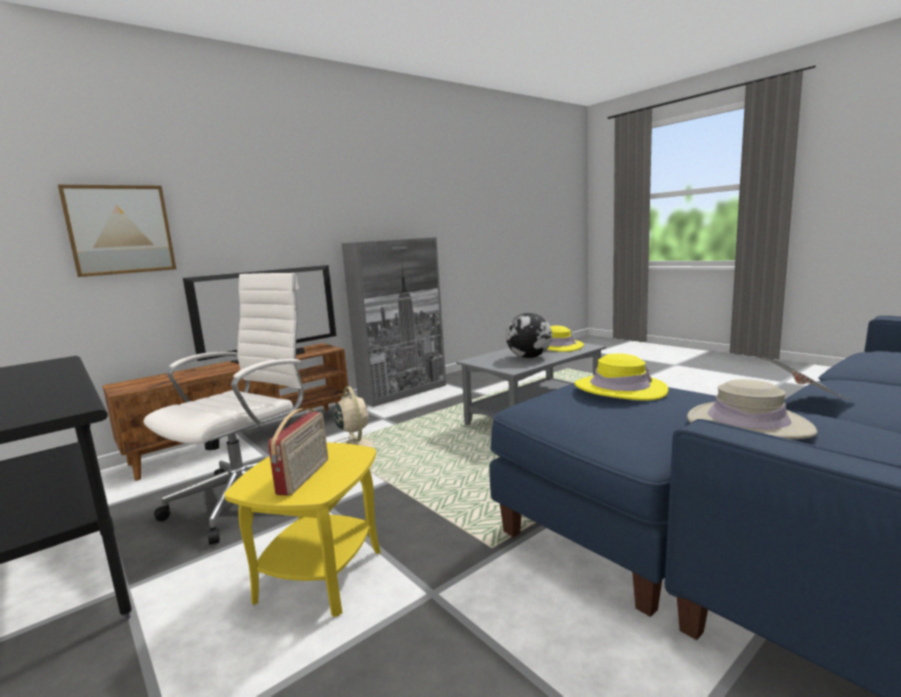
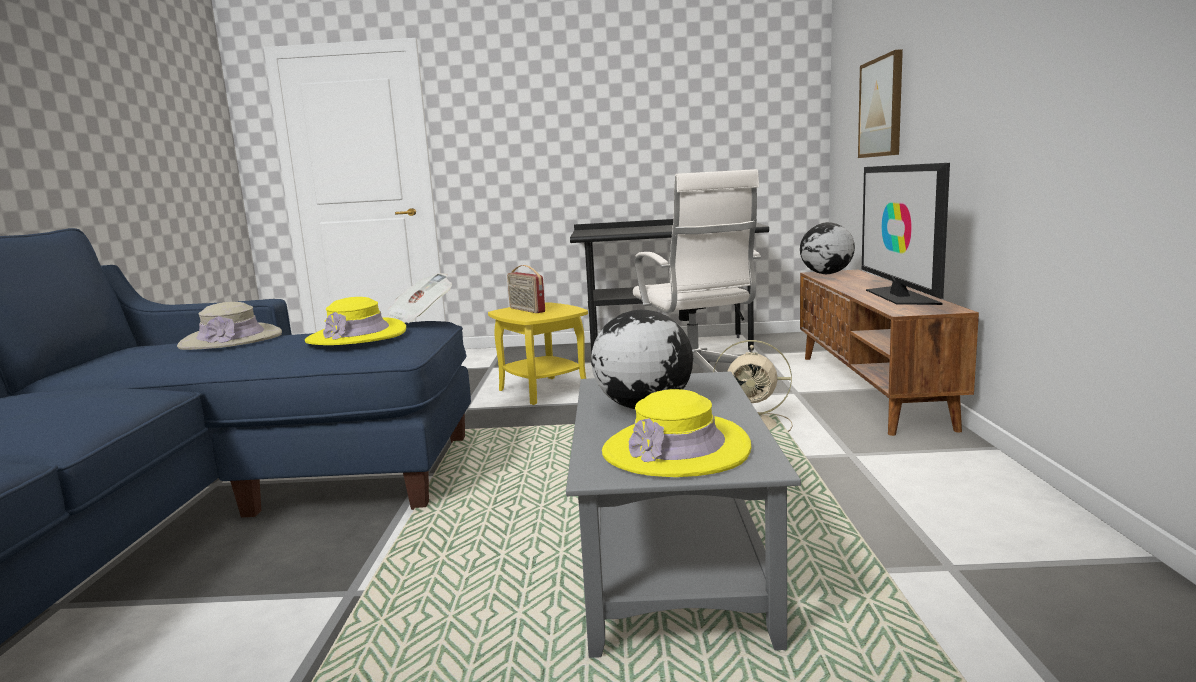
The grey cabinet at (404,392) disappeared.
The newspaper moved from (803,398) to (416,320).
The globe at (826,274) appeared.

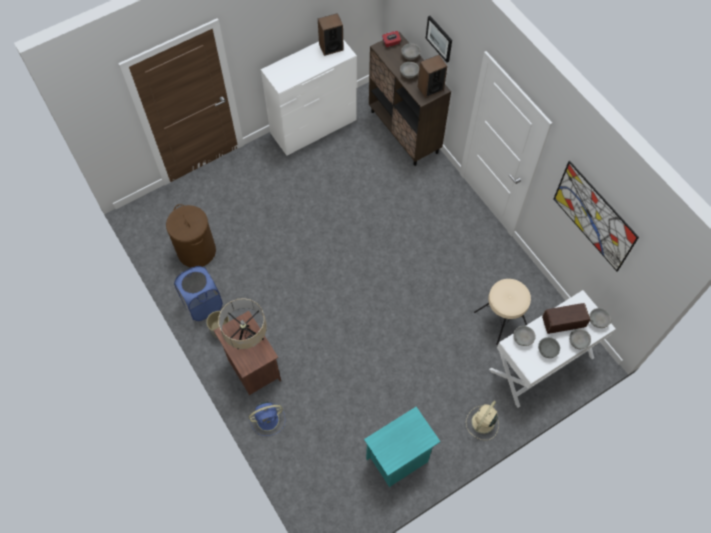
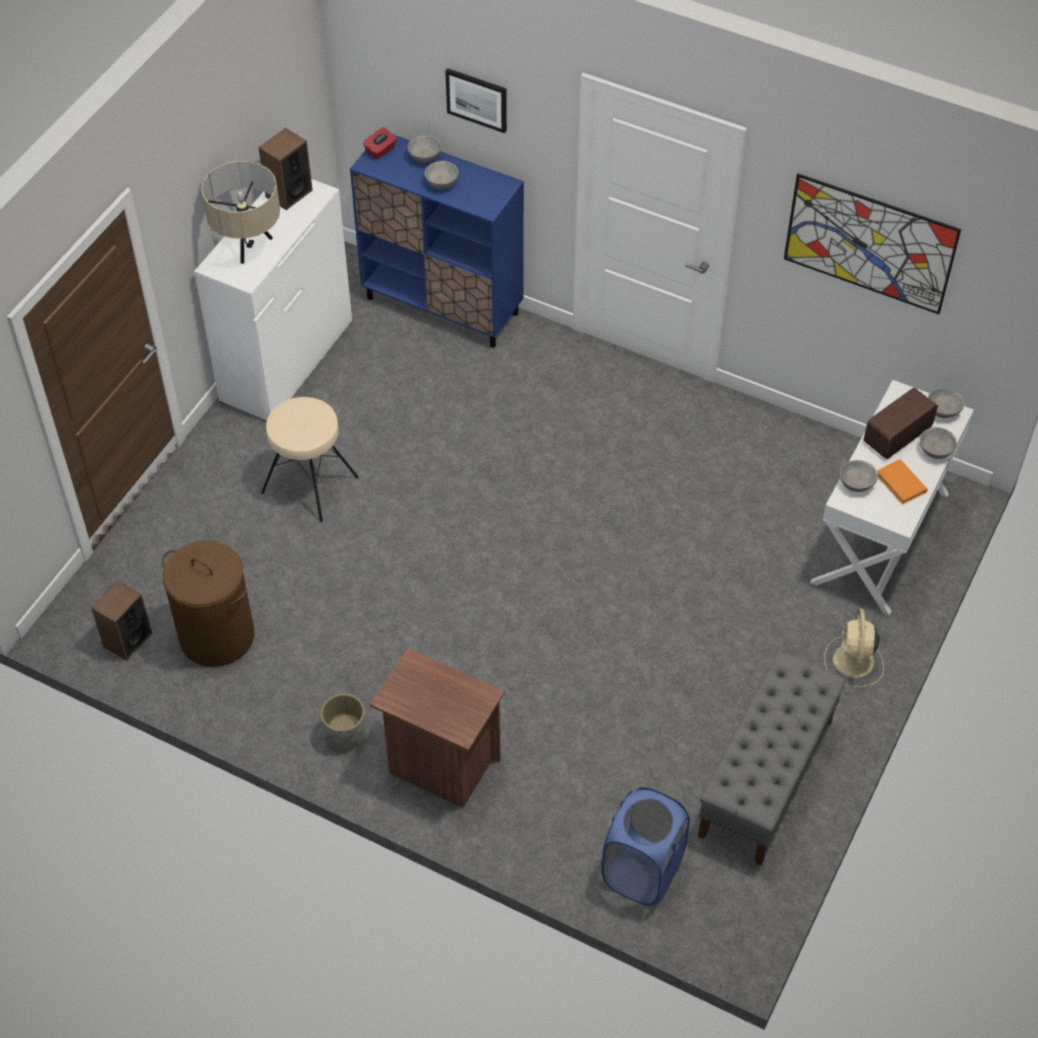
The brownish cabinet at (404,132) became the blue cabinet at (443,306).
The loudspeaker moved from (430,88) to (127,640).
The blue hamper moved from (203,304) to (642,871).
The sand-coloured stool moved from (501,319) to (310,484).
The sand-coloured lamp for a table moved from (247,339) to (248,248).
The grey bowl at (546,351) was replaced by the orange-coloured book at (901,483).
The blue electric fan at (268,419) disappeared.
The turquoise-coloured nightstand at (398,460) was replaced by the grey indoor bench at (766,778).

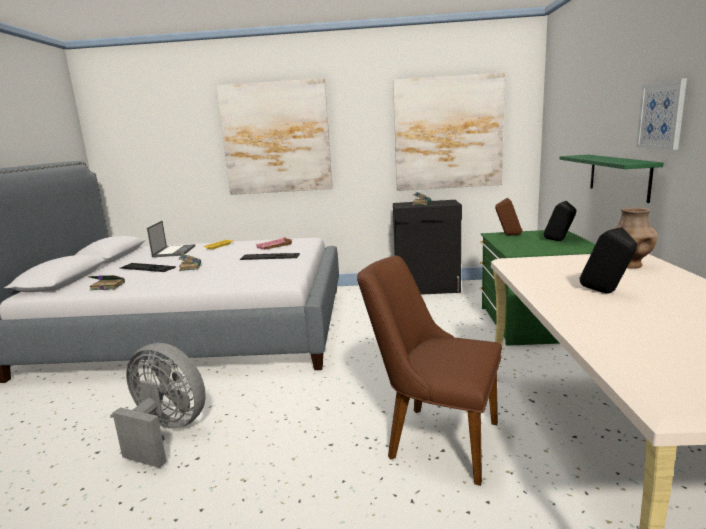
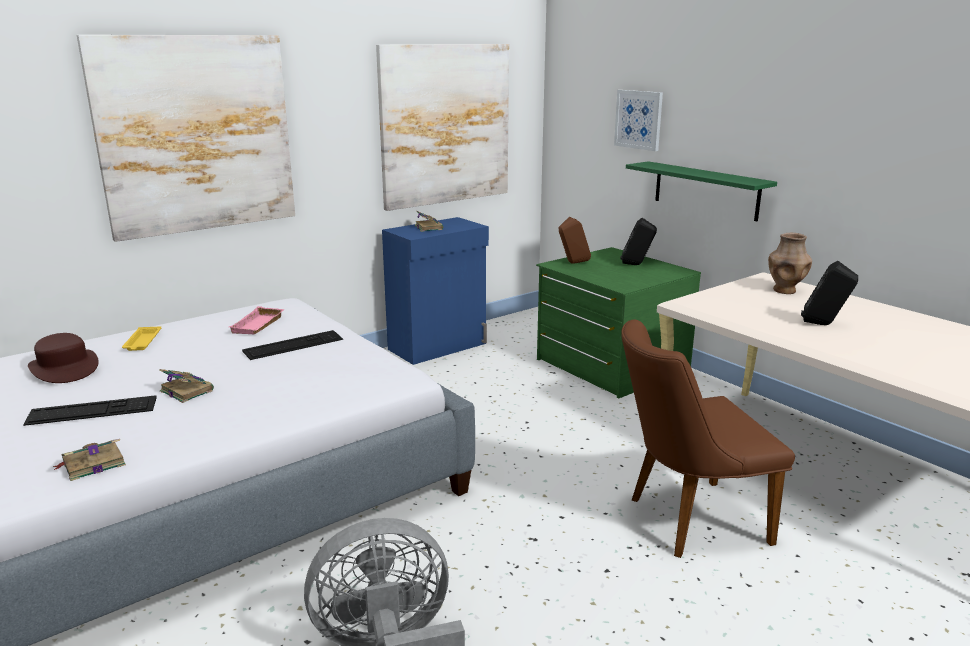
The wall picture moved from (662,115) to (638,119).
The blackish cabinet at (427,289) became the blue cabinet at (439,347).
The laptop at (174,251) was replaced by the brownish hat at (64,368).

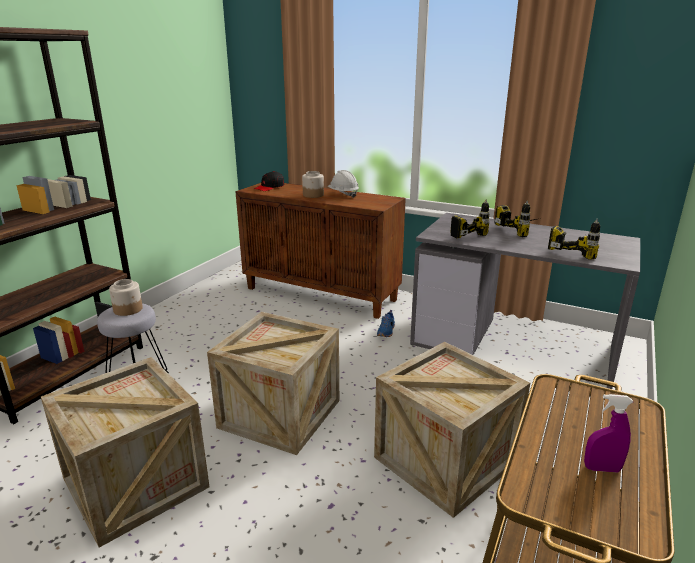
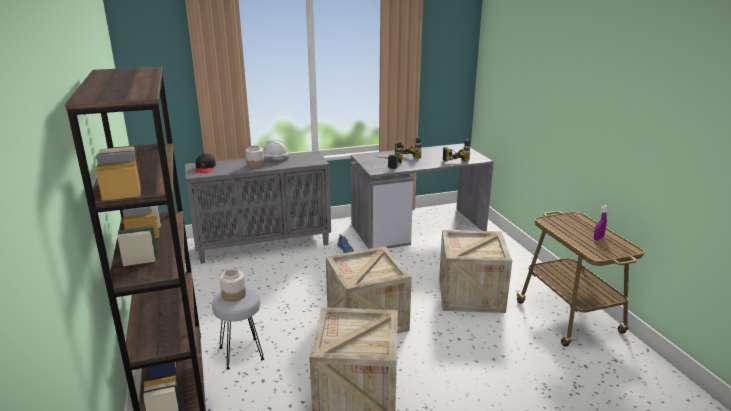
The brownish cabinet at (322,294) became the grey cabinet at (264,245).

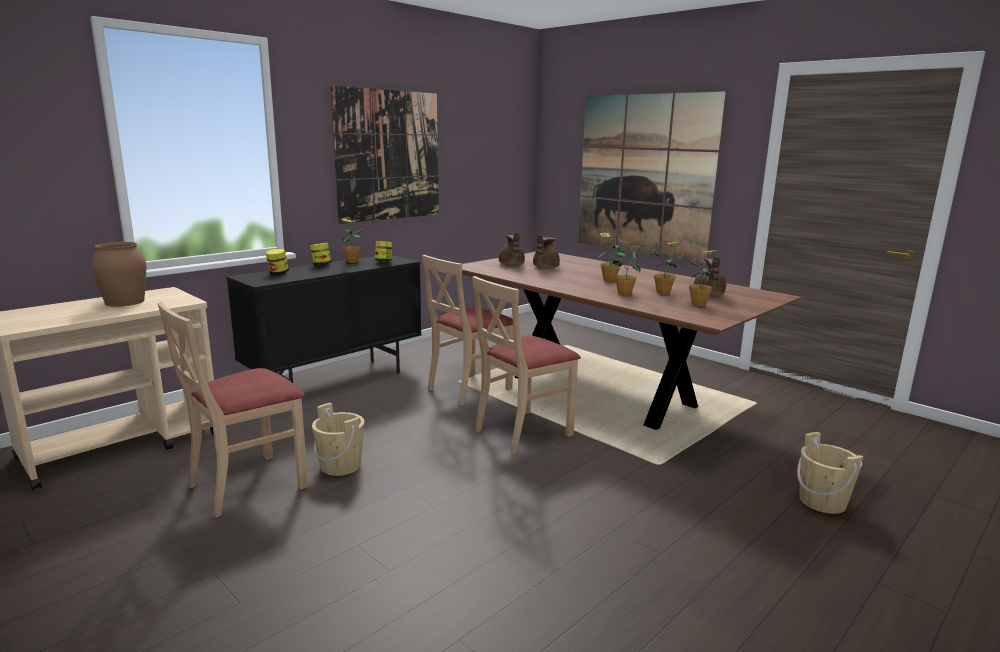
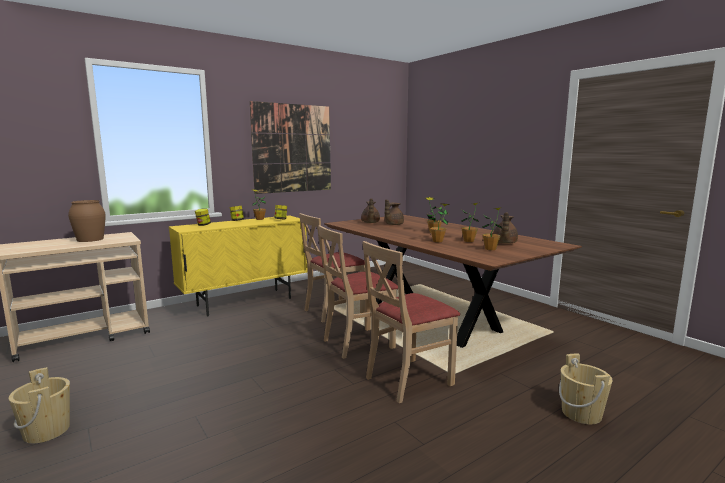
The wall picture at (644,175) disappeared.
The blackish cabinet at (336,381) became the yellow cabinet at (245,302).
The sand-coloured upright chair moved from (247,484) to (408,380).
The sand-coloured bucket moved from (340,465) to (46,431).

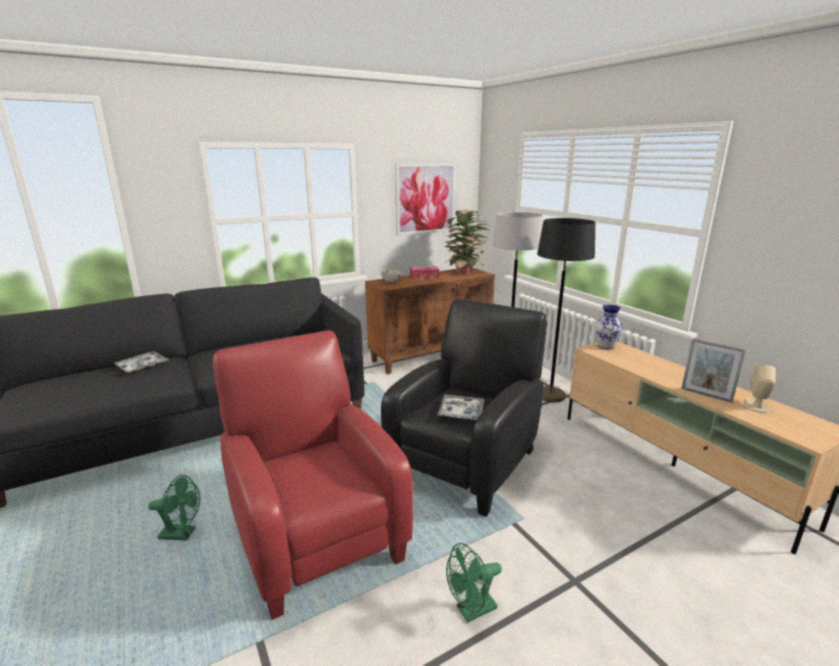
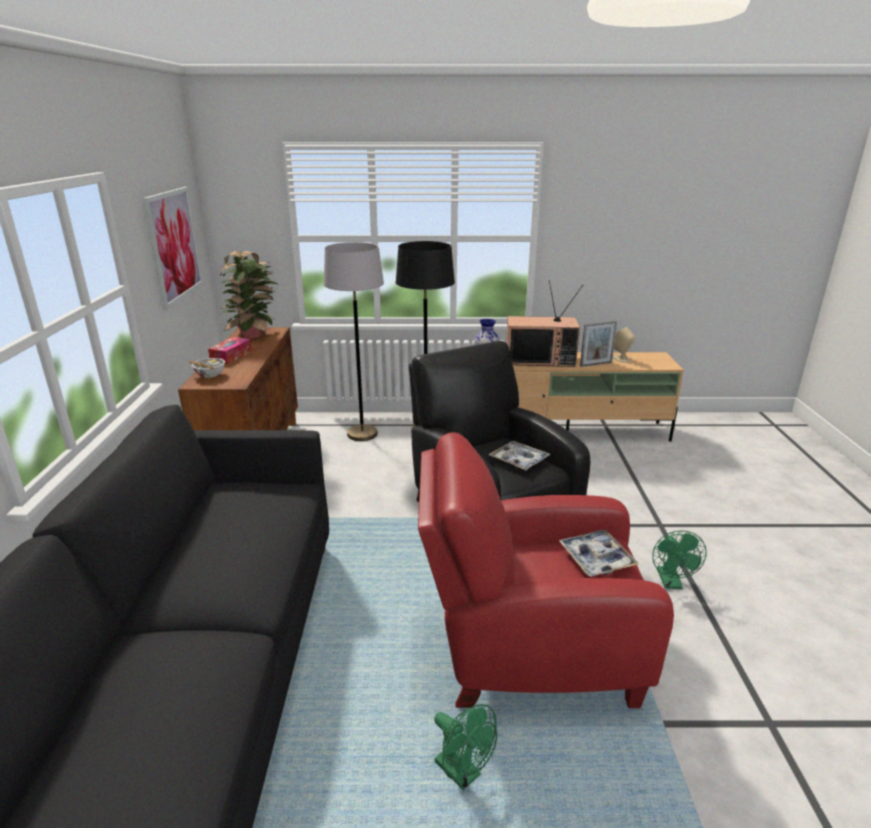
The serving tray moved from (142,366) to (596,558).
The green-coloured electric fan at (182,534) turned 105 degrees clockwise.
The television at (540,359) appeared.

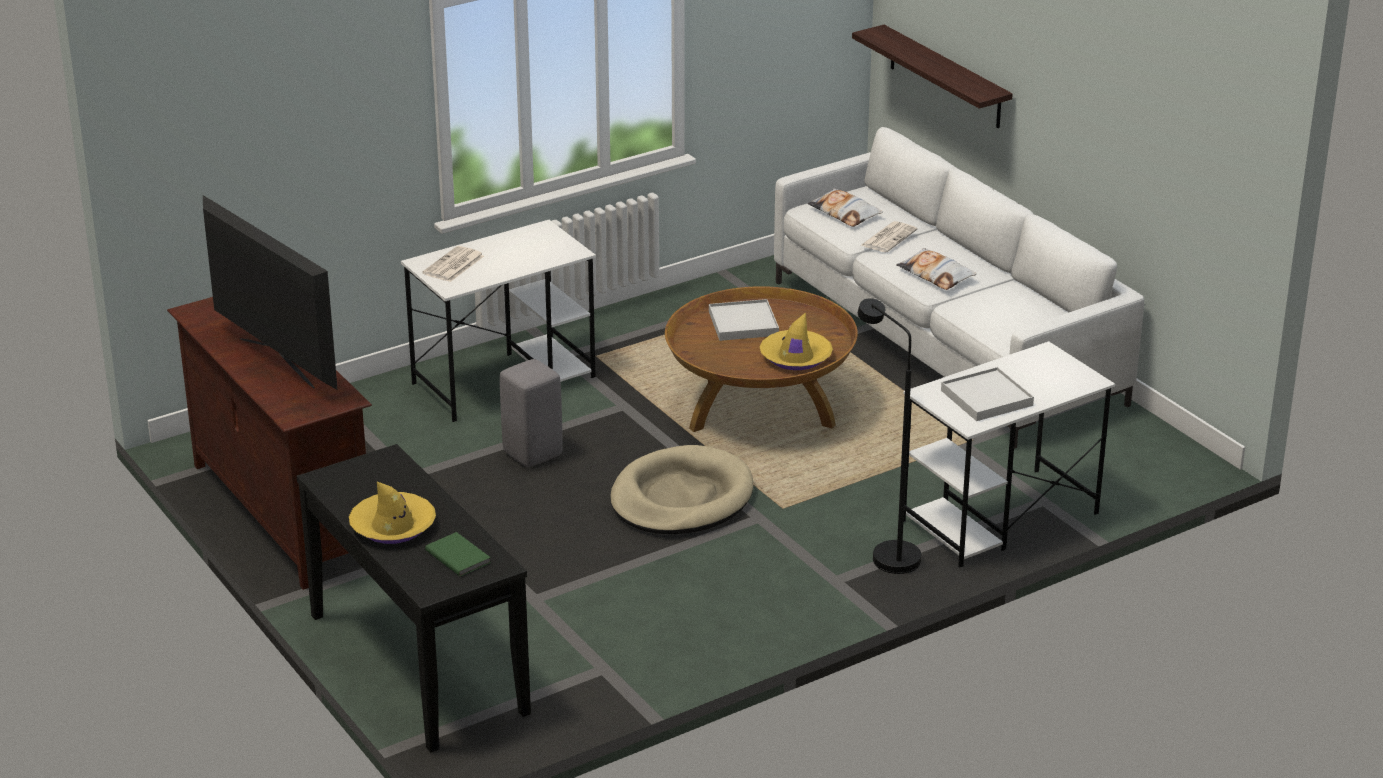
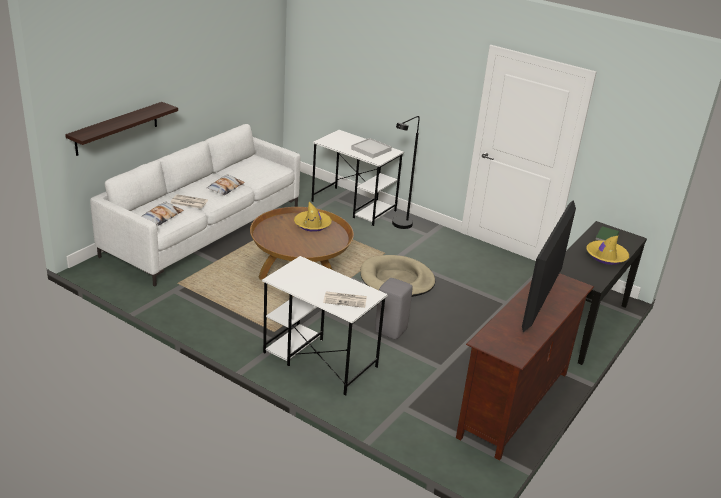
The white serving tray at (743,324) disappeared.

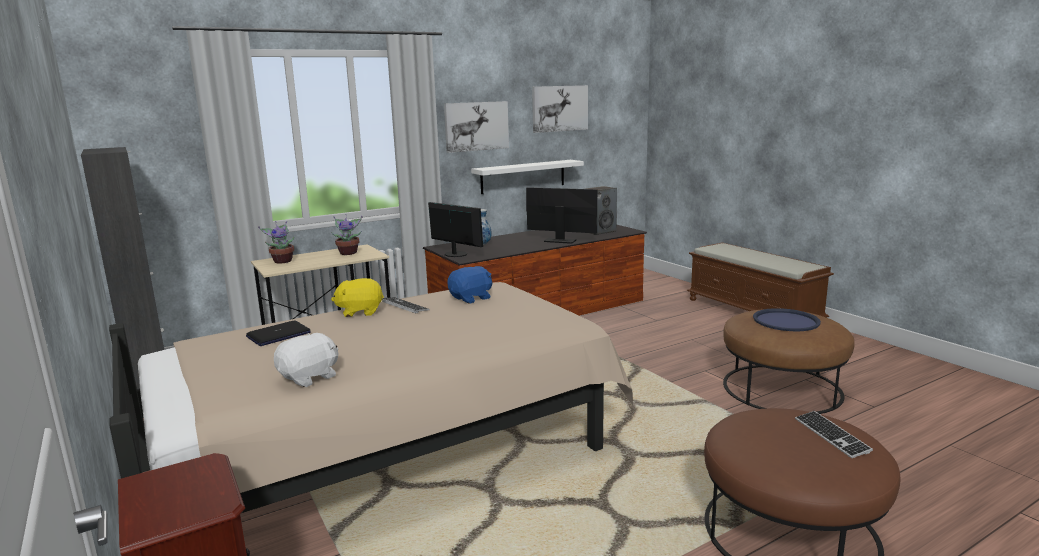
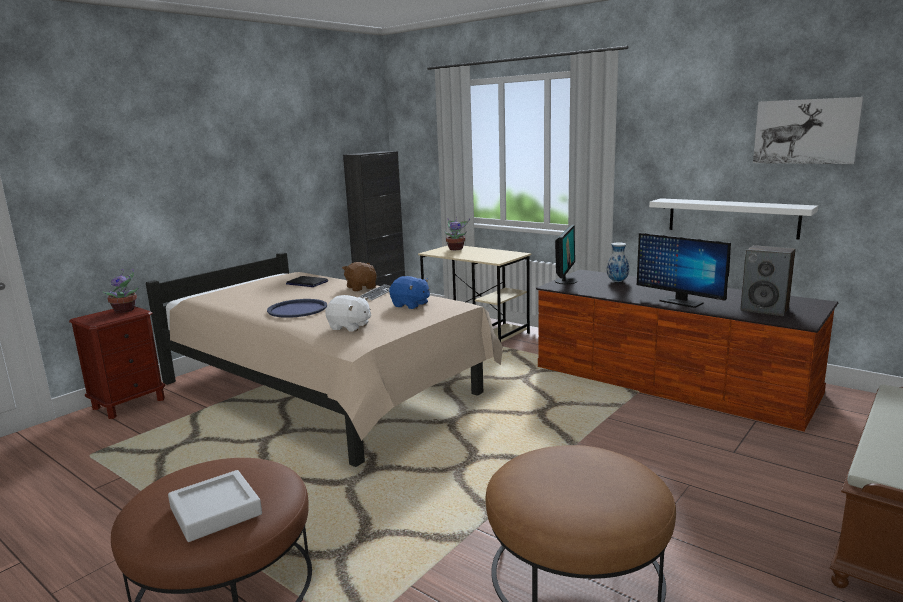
The wall picture at (476,126) disappeared.
The computer screen at (560,241) turned 135 degrees clockwise.
The houseplant moved from (349,253) to (126,310).
The yellow soft toy at (360,312) became the brownish soft toy at (361,288).
The blue serving tray moved from (786,321) to (297,309).
The white soft toy moved from (310,377) to (349,327).
The computer keyboard at (831,435) was replaced by the grey serving tray at (215,511).

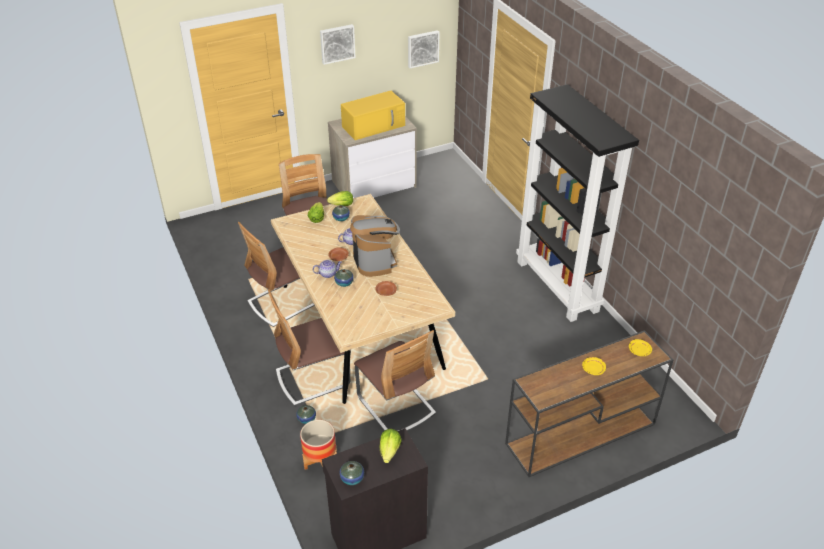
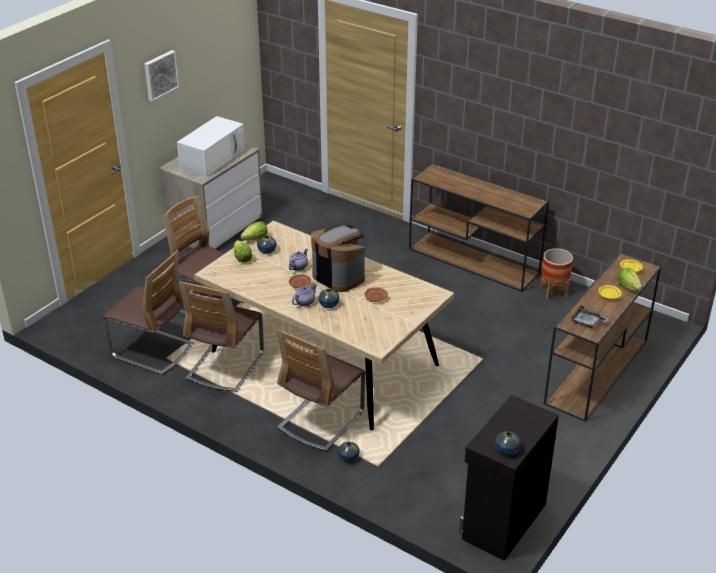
The wall picture at (422,48) disappeared.
The blackish bookcase at (558,286) was replaced by the brownish hall table at (474,261).
The yellow microwave at (374,126) became the white microwave at (213,158).
The upright chair moved from (396,405) to (152,350).
The plant pot moved from (321,463) to (553,291).
The lettuce head moved from (389,451) to (628,287).
The grey serving tray at (587,322) appeared.

